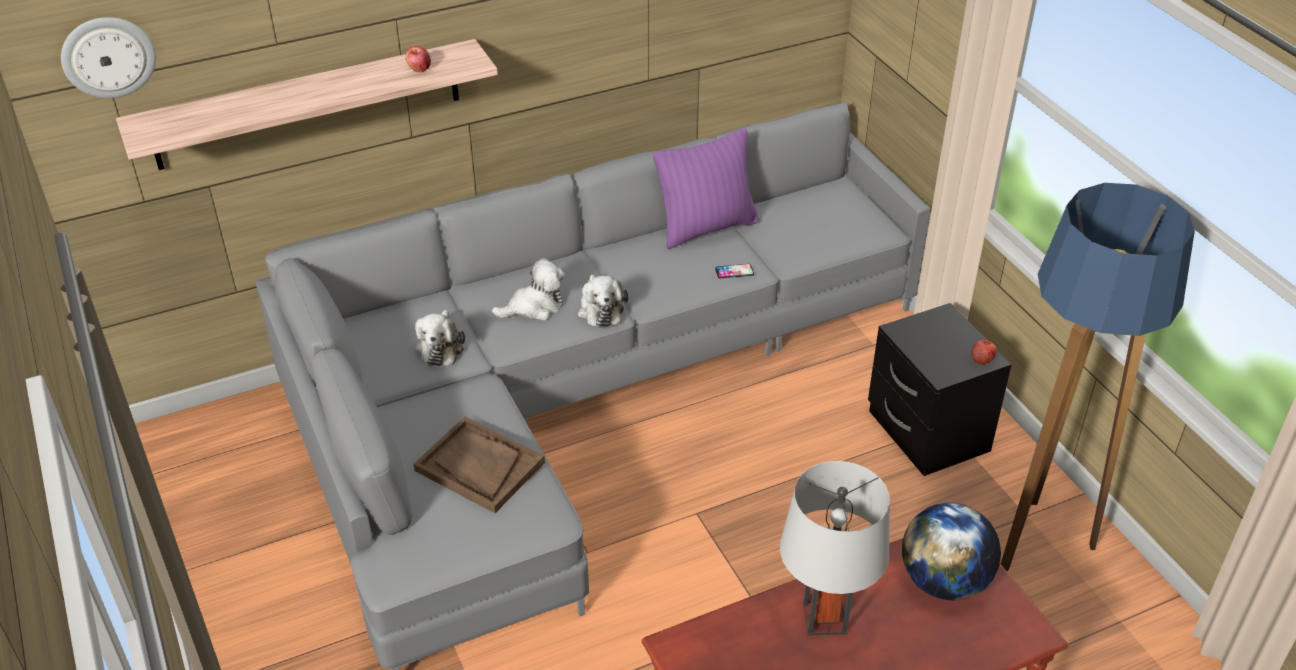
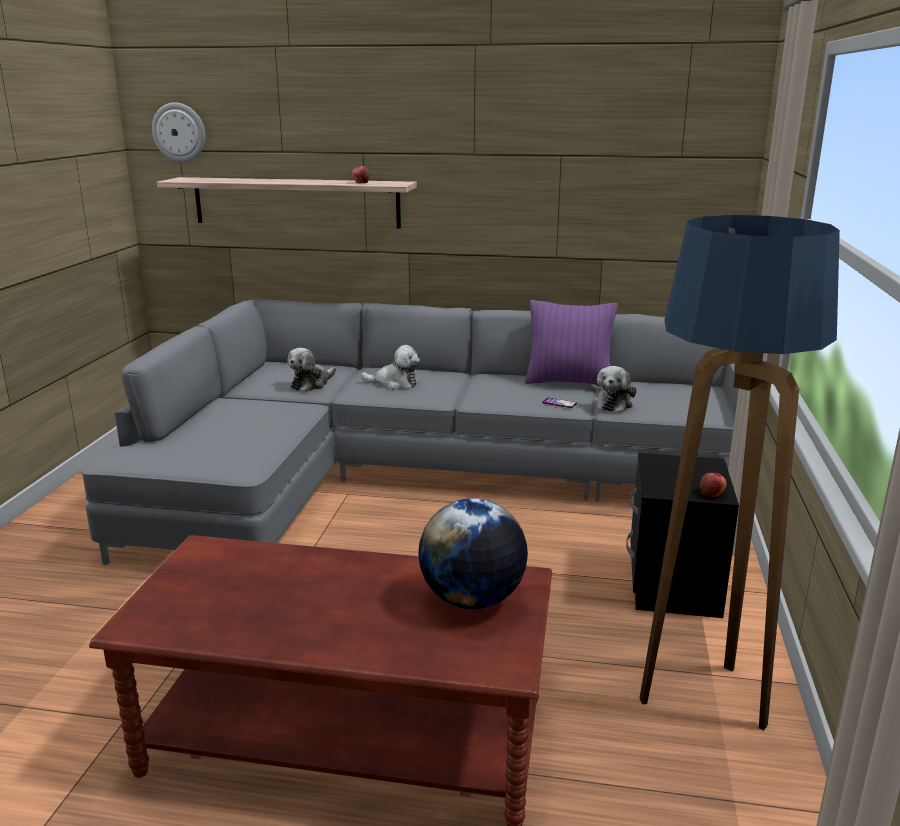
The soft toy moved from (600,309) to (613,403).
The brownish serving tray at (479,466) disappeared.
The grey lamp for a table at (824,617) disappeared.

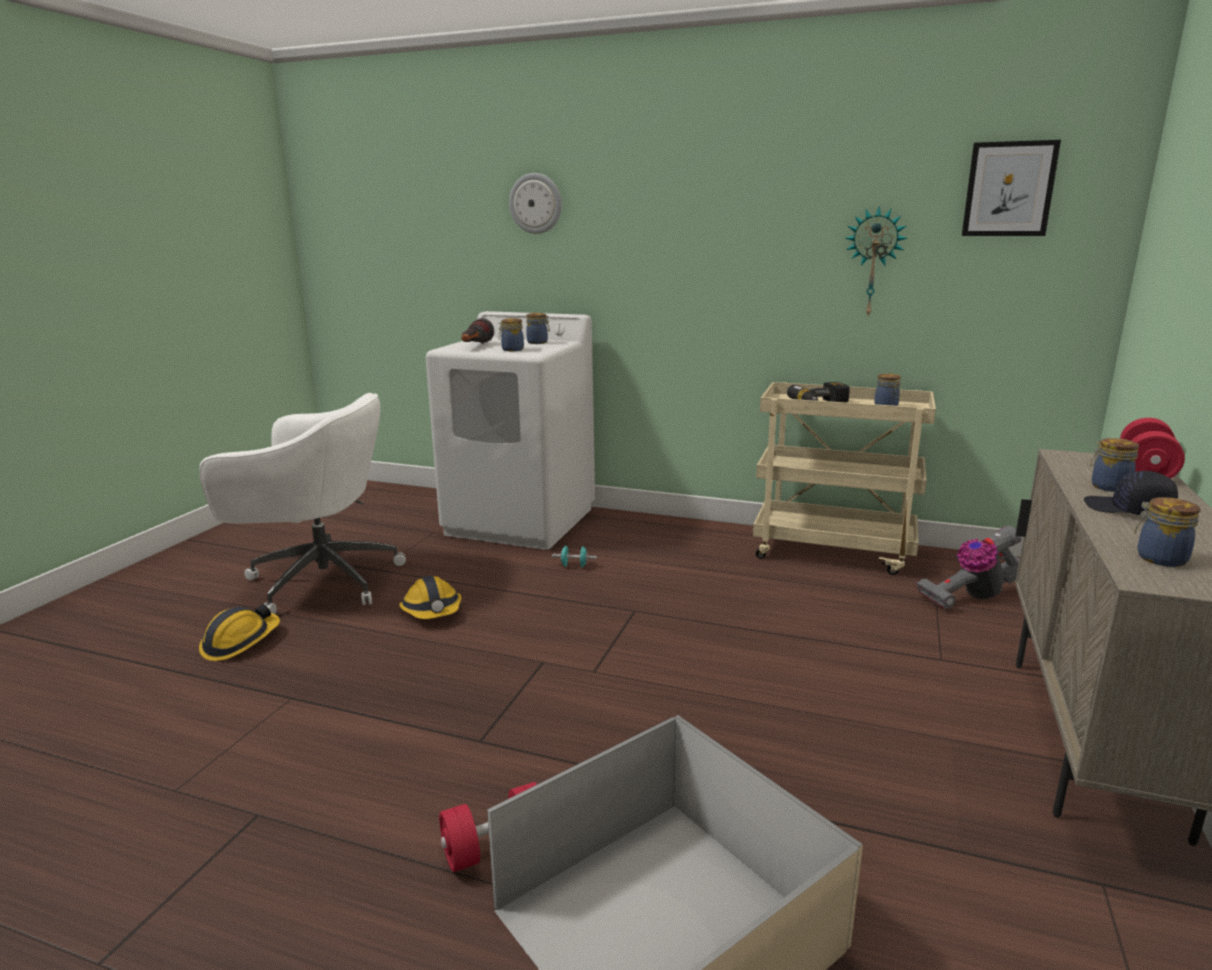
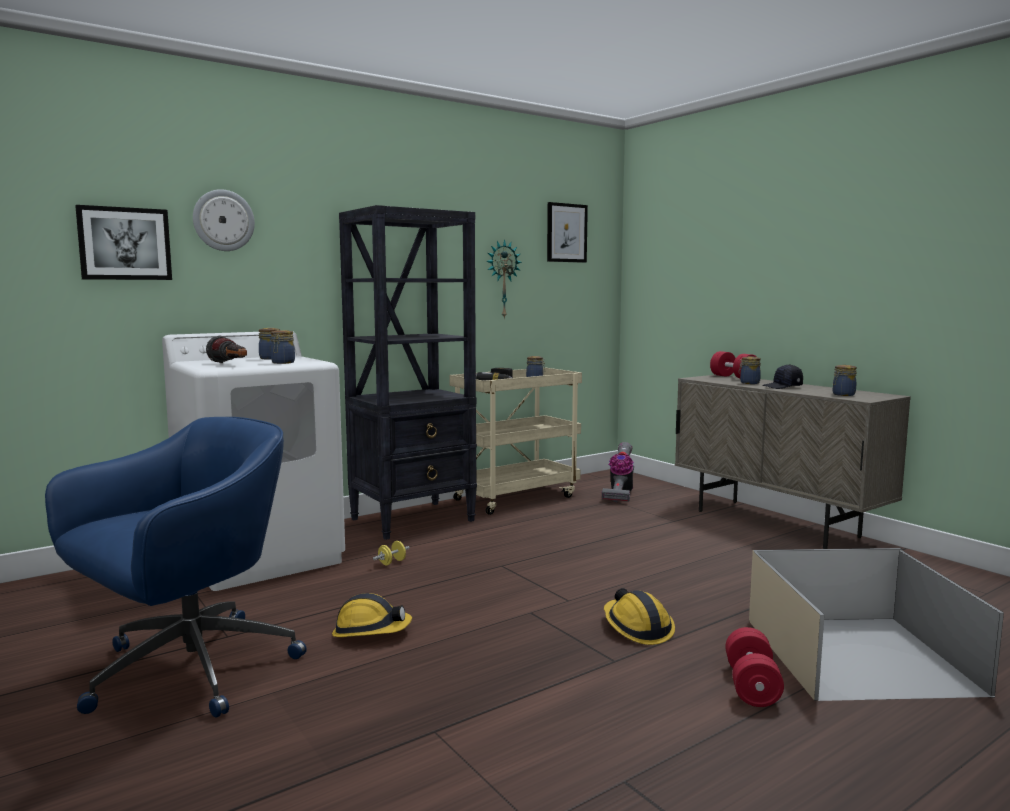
The white computer chair at (319,581) became the blue computer chair at (186,671).
The turquoise-coloured free weight at (574,566) became the yellow free weight at (392,562).
The safety helmet moved from (240,642) to (637,628).
The wall picture at (124,244) appeared.
The blackish bookcase at (414,520) appeared.

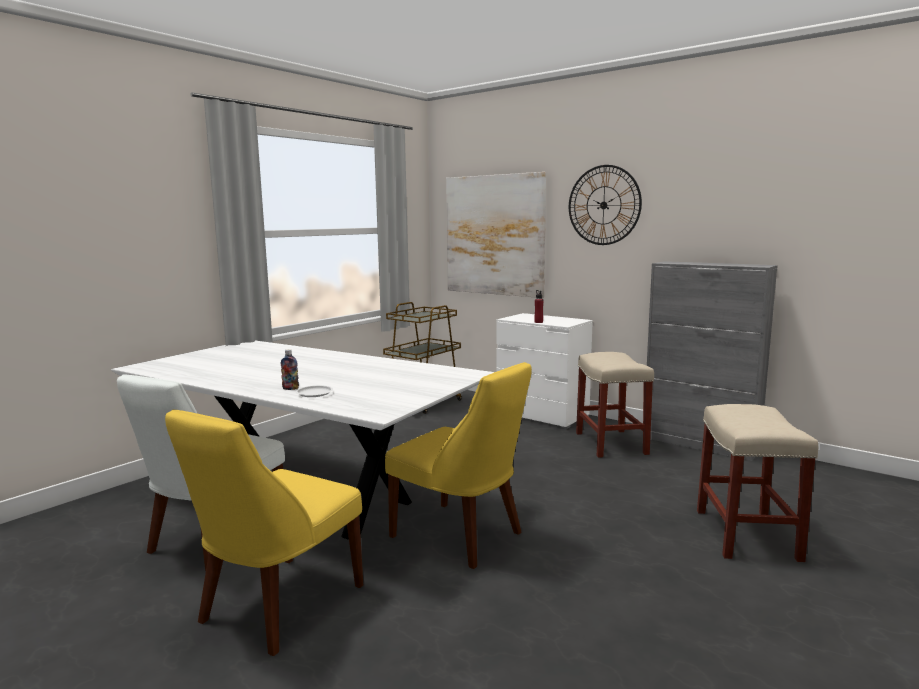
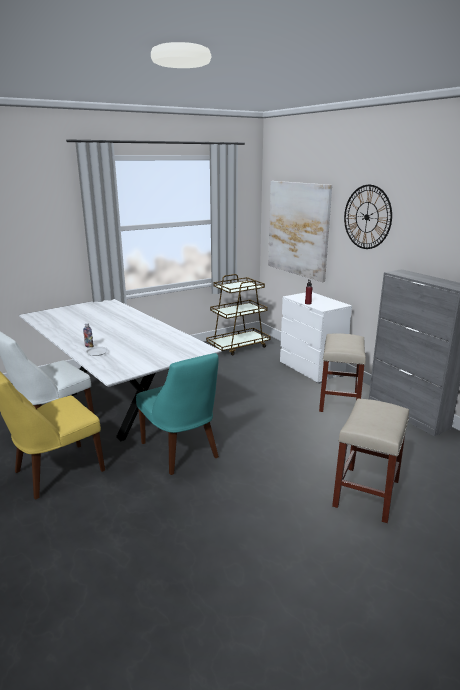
The yellow upright chair at (461,536) became the turquoise-coloured upright chair at (181,451).

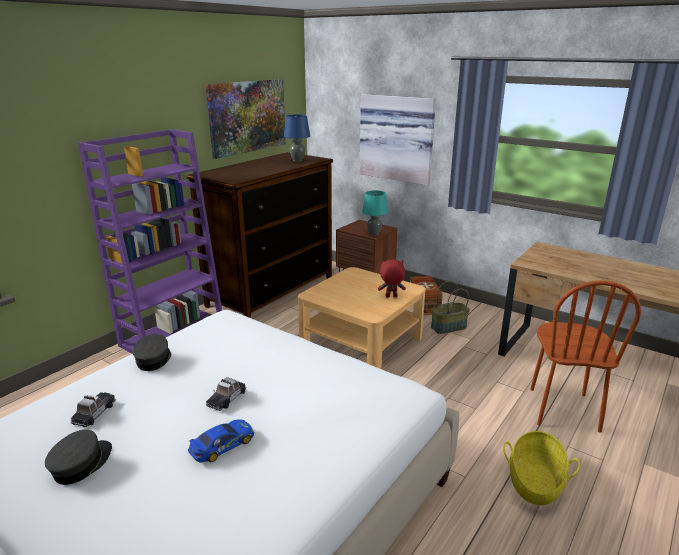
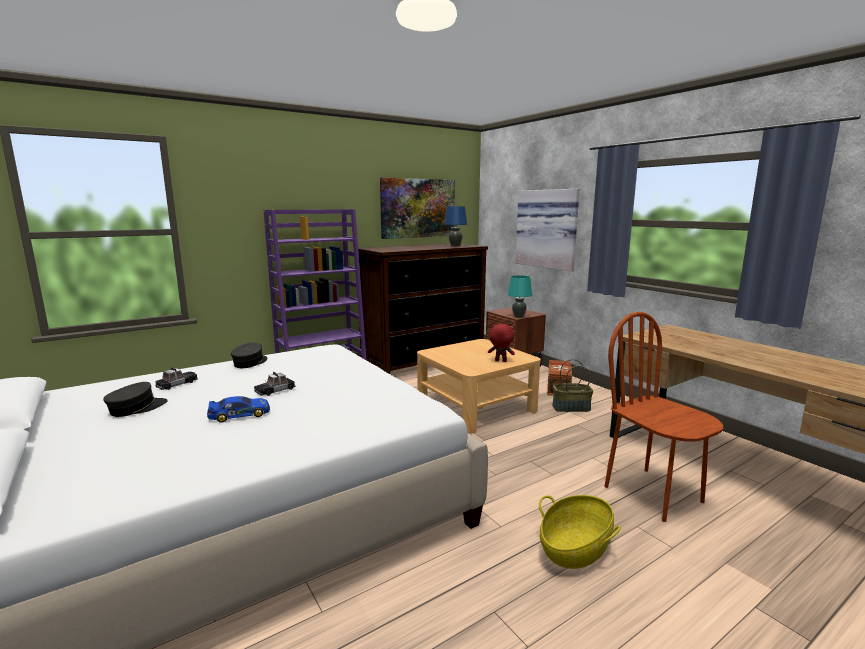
The brownish upright chair at (562,409) turned 120 degrees clockwise.

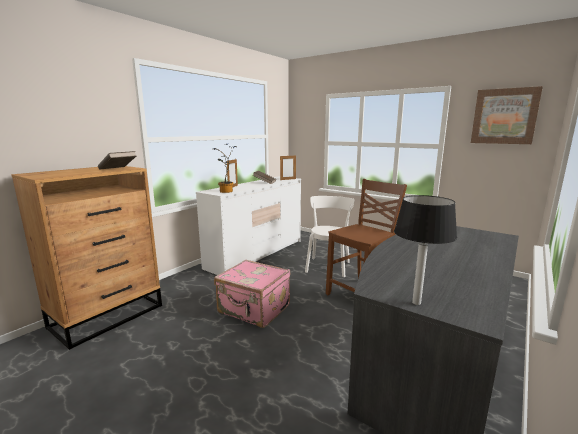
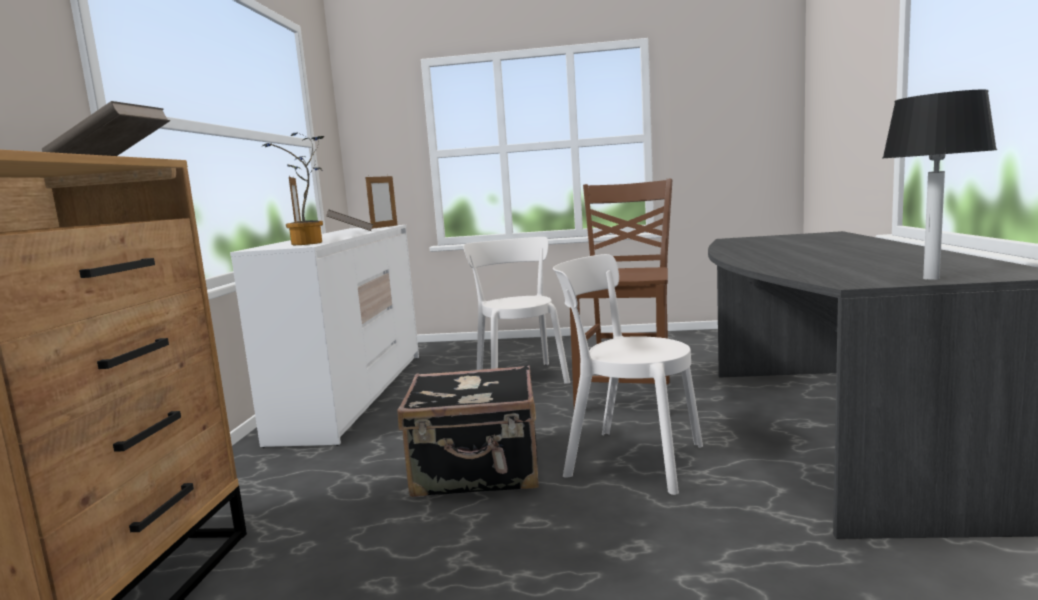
The wall picture at (504,116) disappeared.
The pinkish piece of luggage at (254,310) became the blackish piece of luggage at (478,471).
The white upright chair at (628,459) appeared.

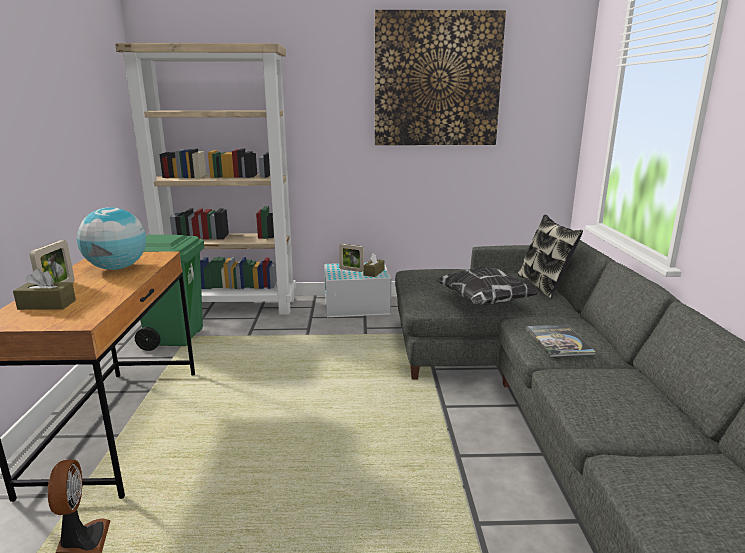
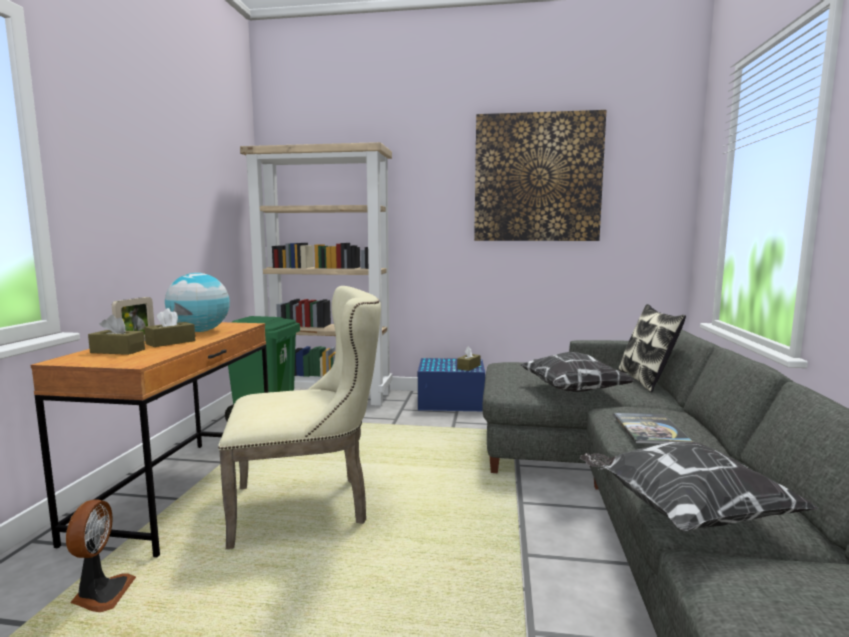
The photo frame at (351,270) disappeared.
The white storage container at (357,306) became the blue storage container at (452,402).
The sand-coloured upright chair at (309,506) appeared.
The brownish box of tissues at (171,342) appeared.
The throw pillow at (682,513) appeared.

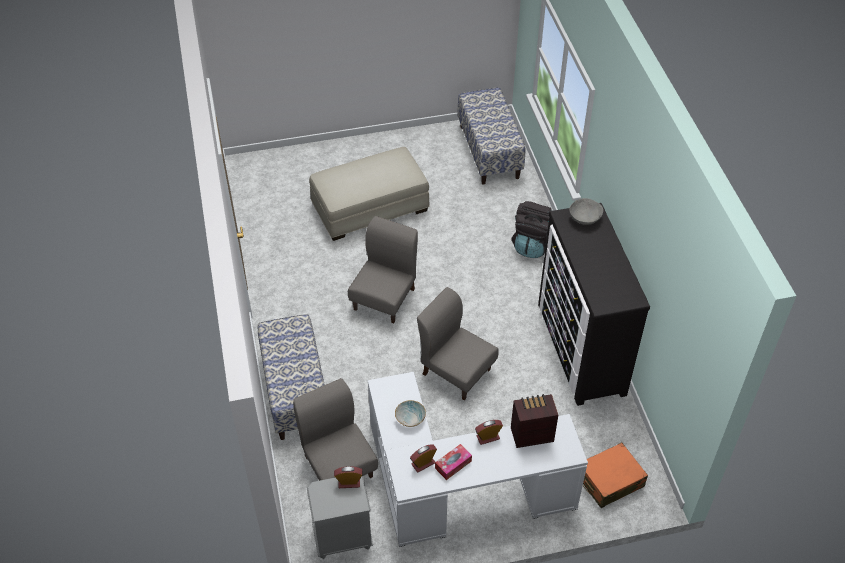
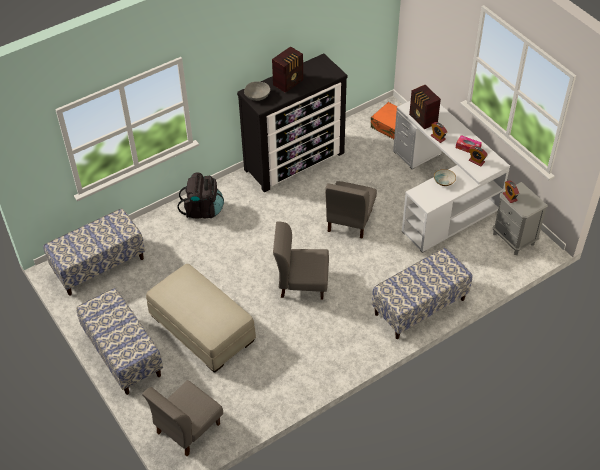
The grey upright chair moved from (338,465) to (187,428).
The radio set at (289,82) appeared.
The indoor bench at (122,354) appeared.

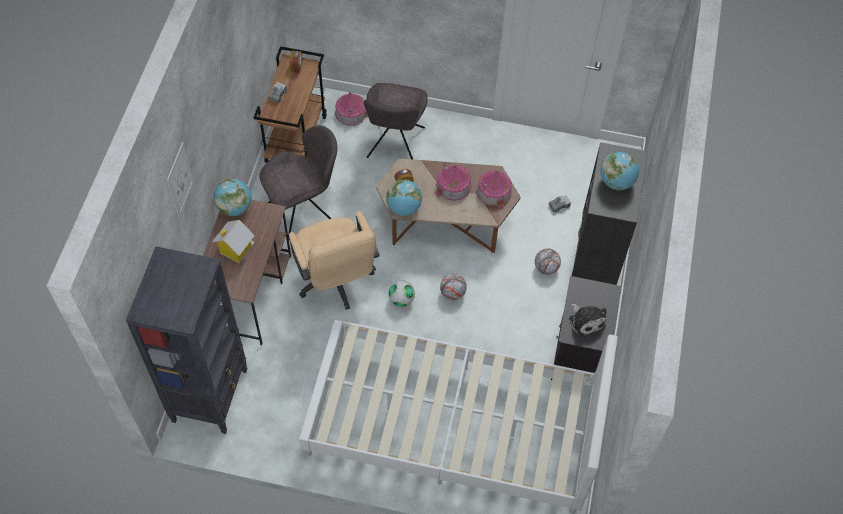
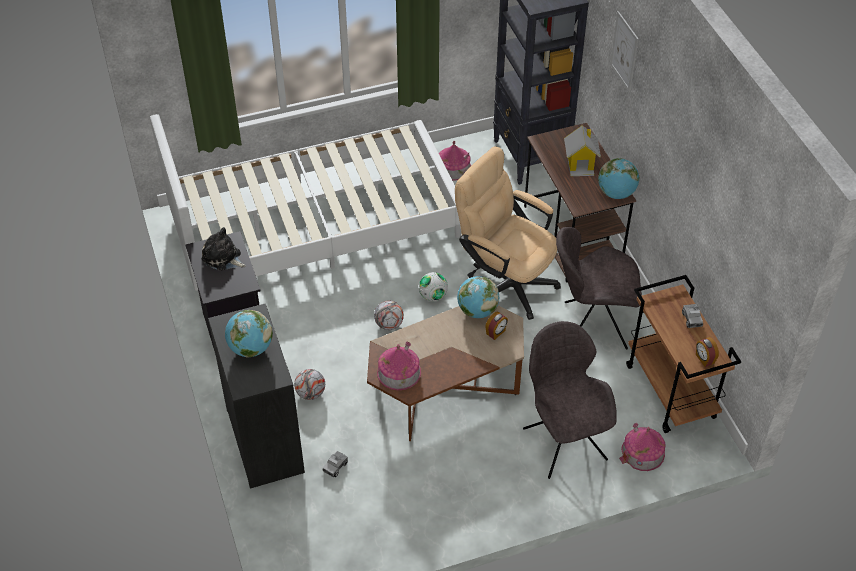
The grey upright chair at (304,212) turned 60 degrees clockwise.
The toy house moved from (453,185) to (453,167).

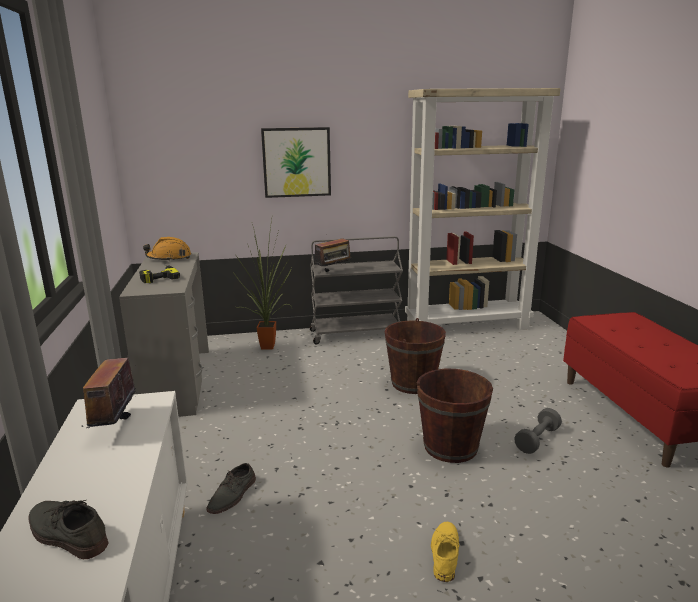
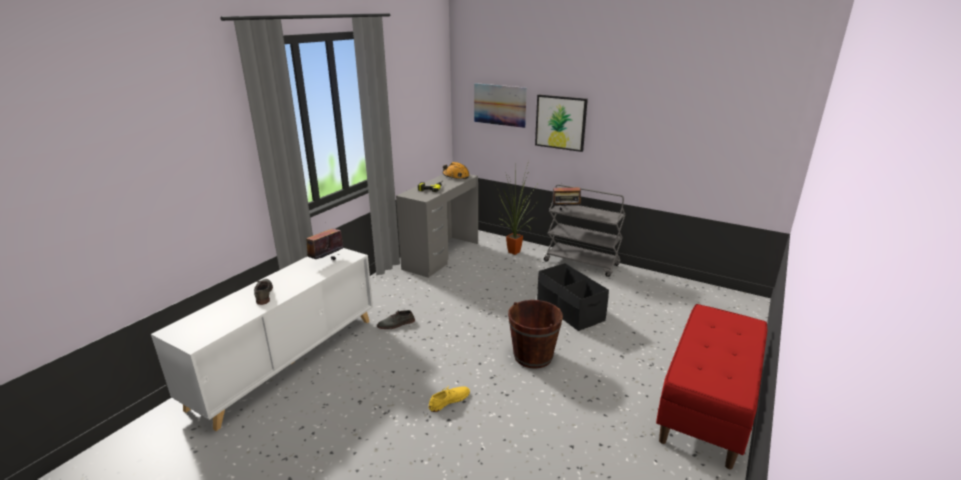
The sand-coloured bookcase at (467,326) disappeared.
The brownish bucket at (413,383) was replaced by the blackish storage container at (569,310).
The grey free weight at (537,440) disappeared.
The wall picture at (499,105) appeared.

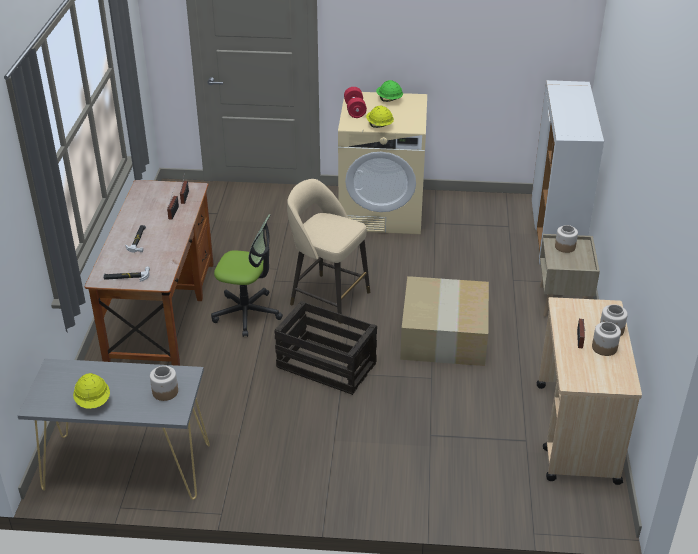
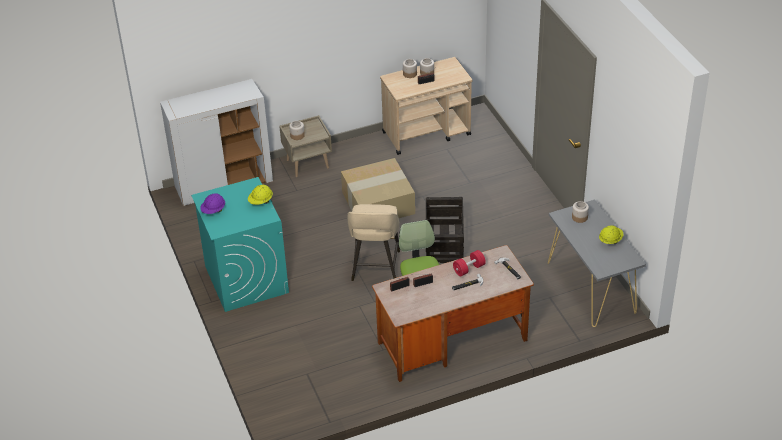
The green-coloured safety helmet at (389,99) became the purplish safety helmet at (213,210).
The red-coloured free weight moved from (355,110) to (469,269).
The sand-coloured laundry appliance at (382,211) became the turquoise-coloured laundry appliance at (246,279).

